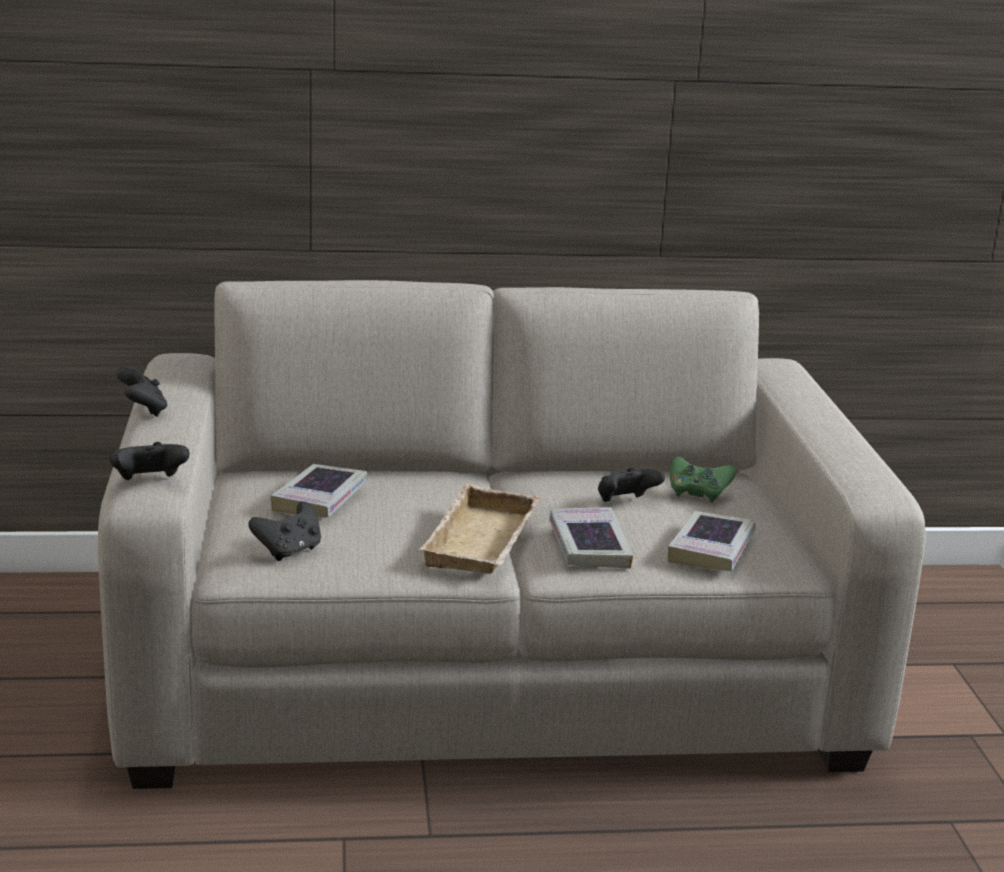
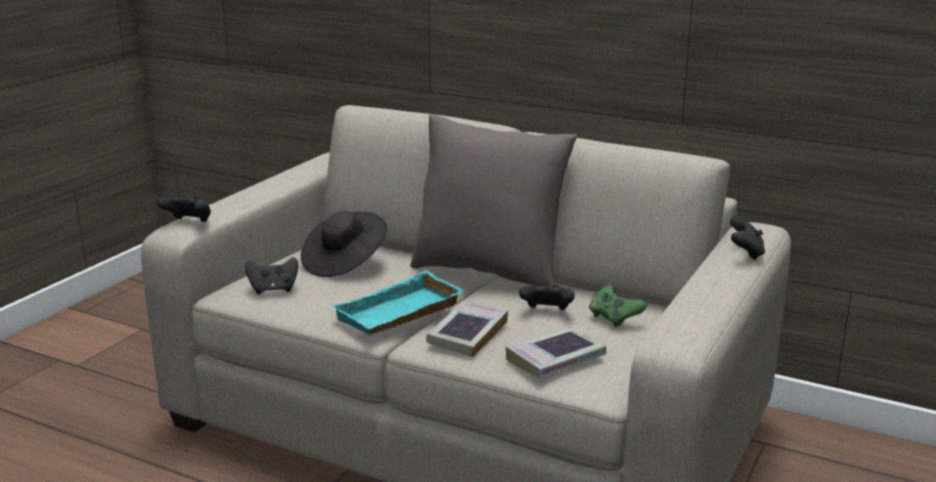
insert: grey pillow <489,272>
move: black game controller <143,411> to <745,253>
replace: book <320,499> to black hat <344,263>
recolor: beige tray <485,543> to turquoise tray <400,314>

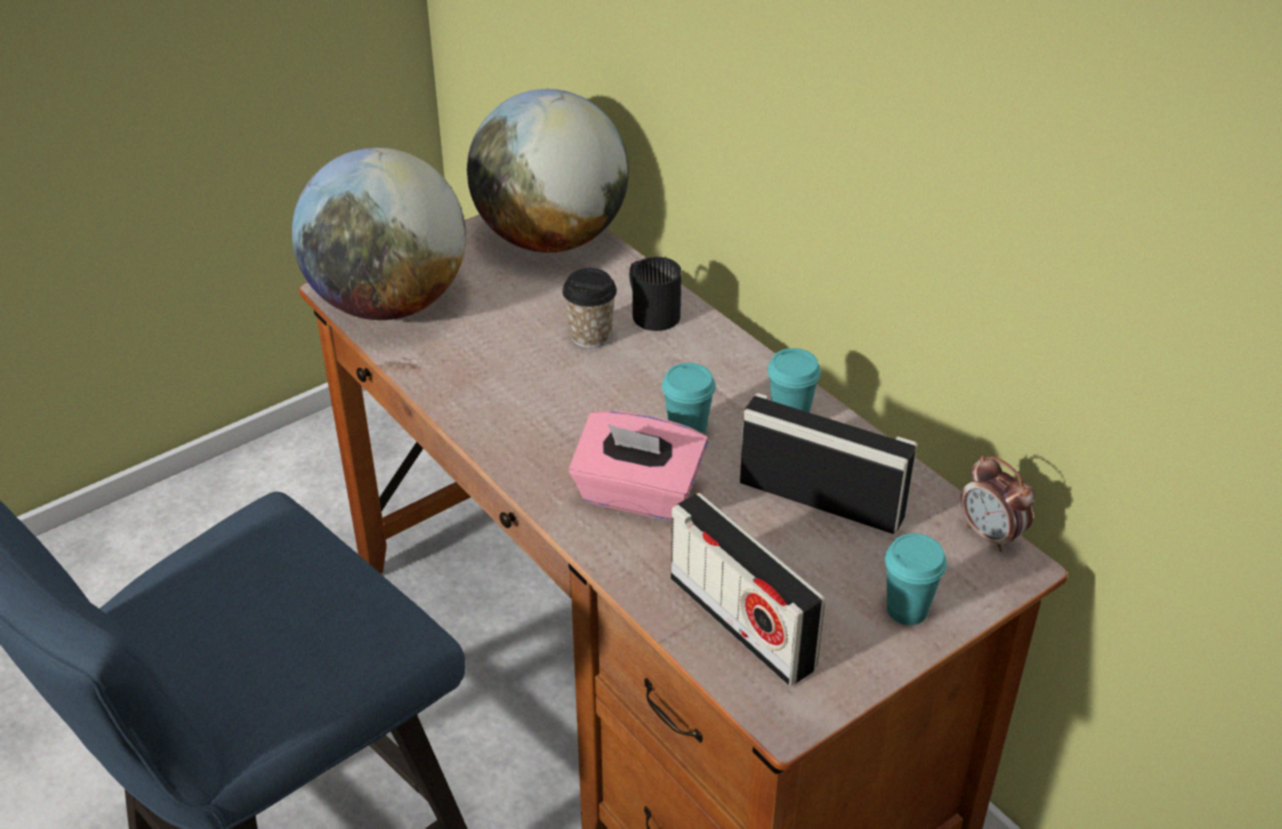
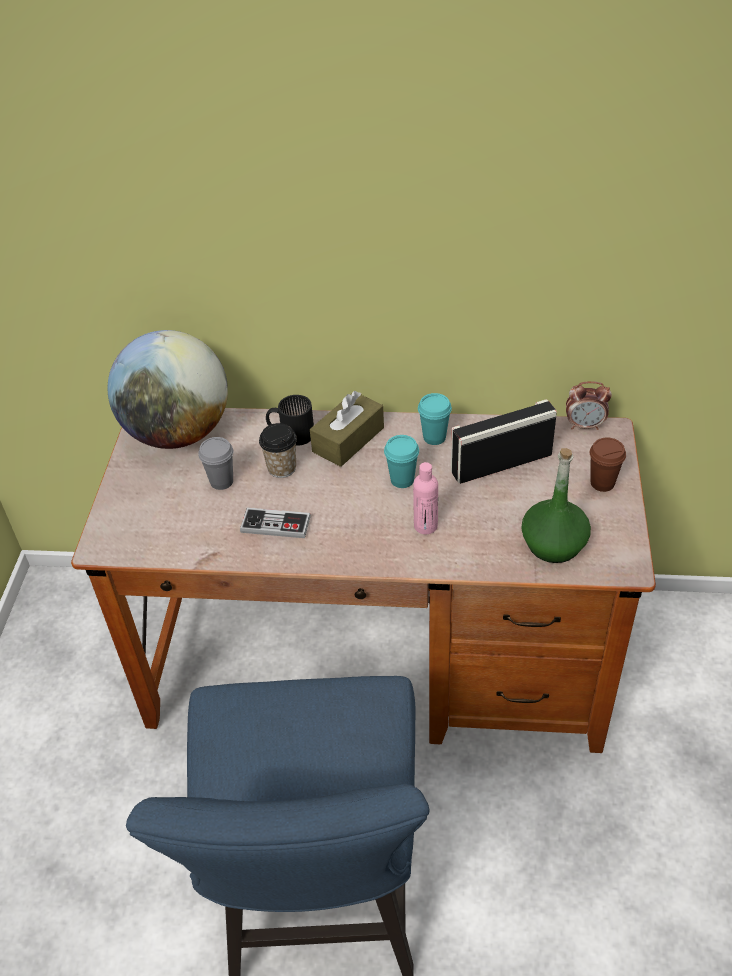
delete: globe <389,303>
insert: grey cup <221,481>; game controller <275,525>; brown tissue box <348,439>
replace: pink tissue box <638,495> to pink bottle <425,526>; radio <741,623> to green bottle <553,544>
recolor: turquoise cup <907,610> to brown cup <602,483>

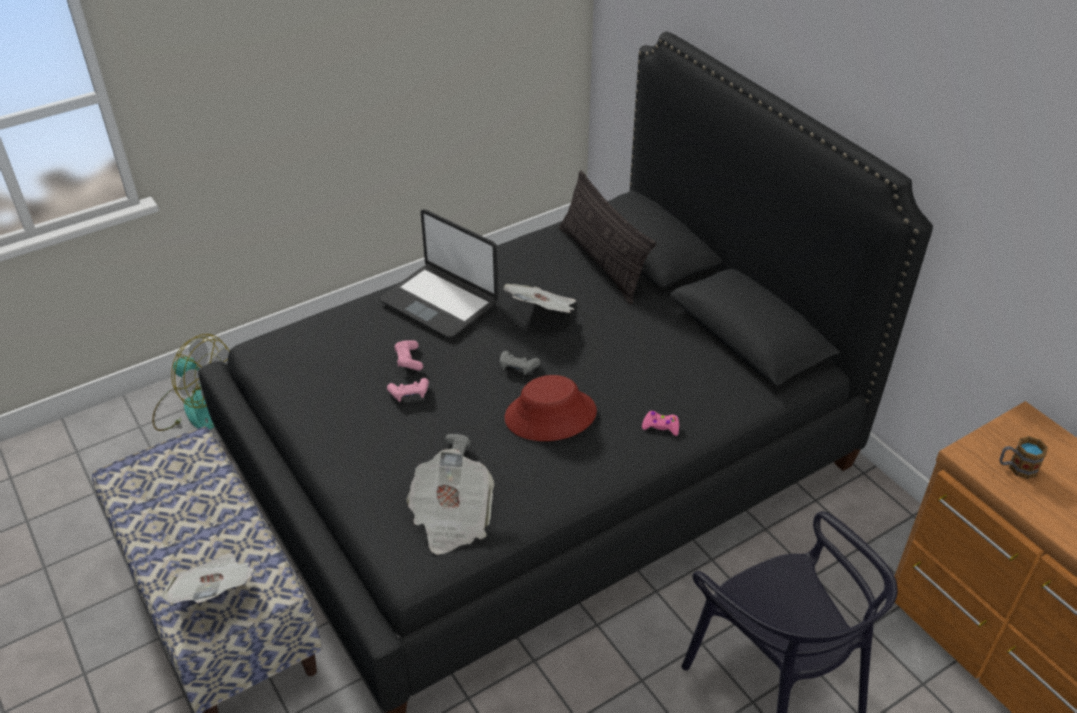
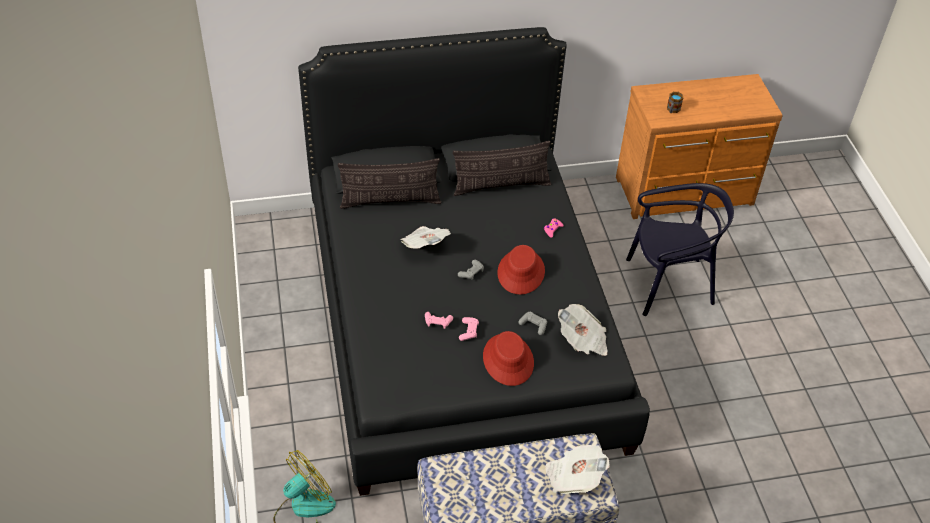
delete: laptop <440,301>
insert: pillow <501,186>; red hat <508,360>

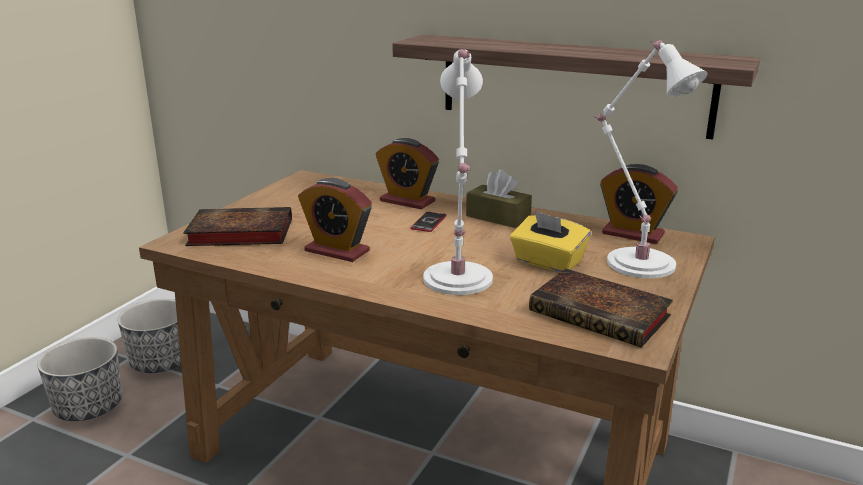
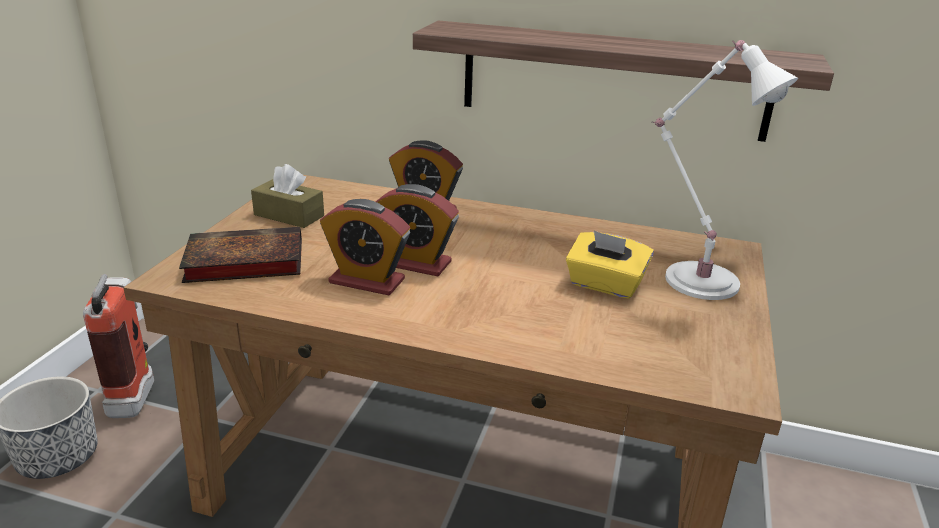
delete: phone <428,222>; white table lamp <457,282>; book <603,314>
move: brown tissue box <498,217> to <289,215>; alarm clock <633,234> to <415,263>
replace: planter <160,361> to fire extinguisher <135,393>

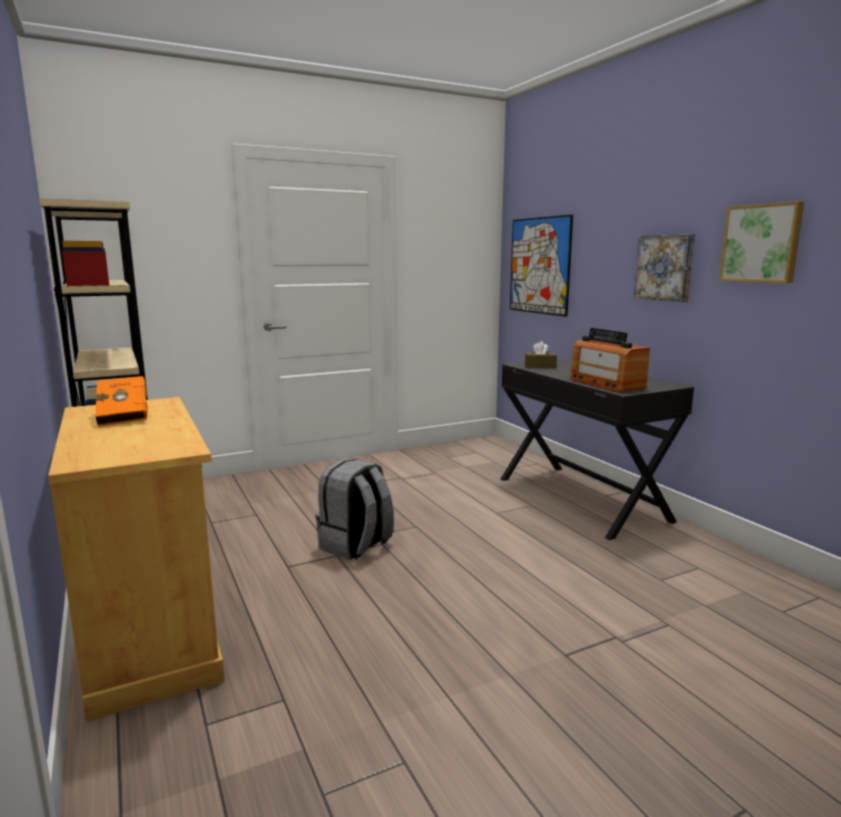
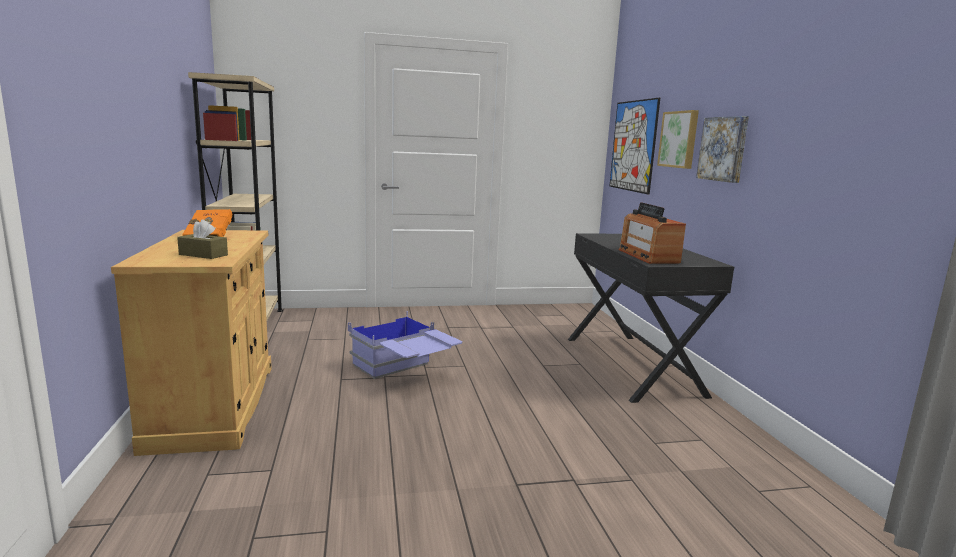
move: brown tissue box <540,366> to <203,255>; picture <761,243> to <679,139>
replace: grey backpack <356,546> to blue storage box <404,373>

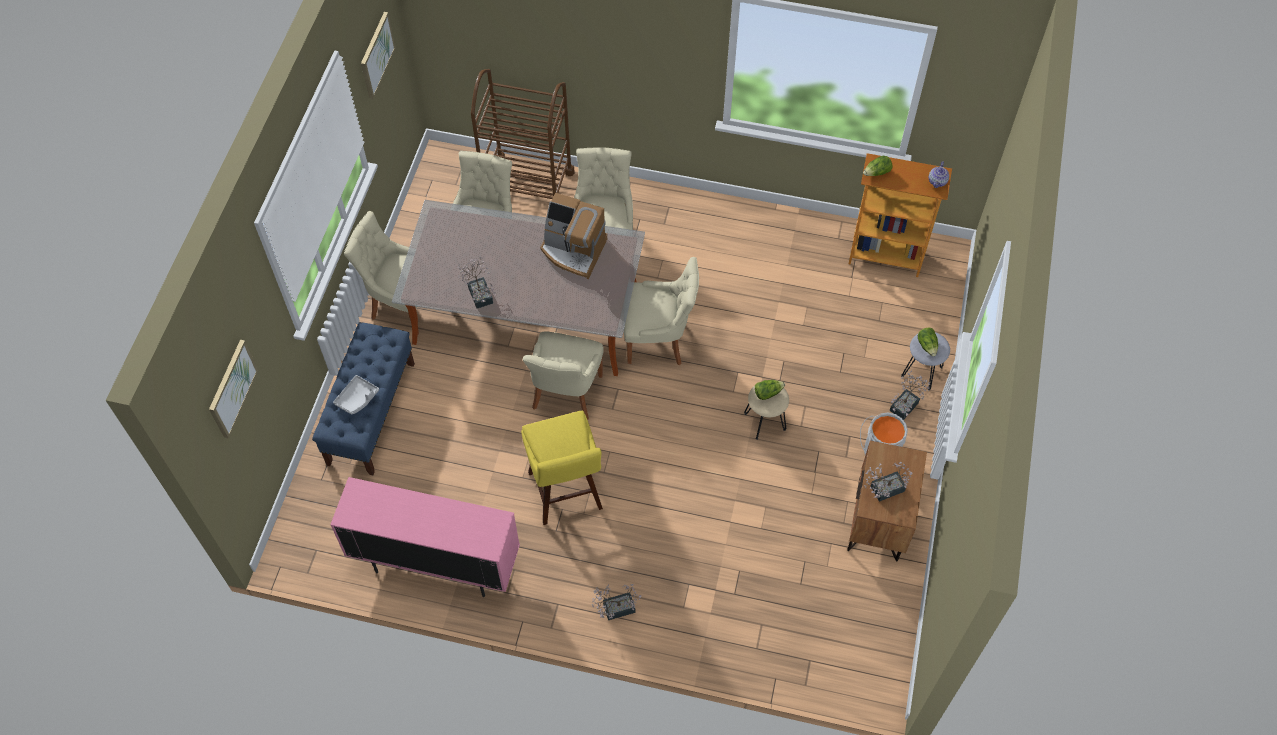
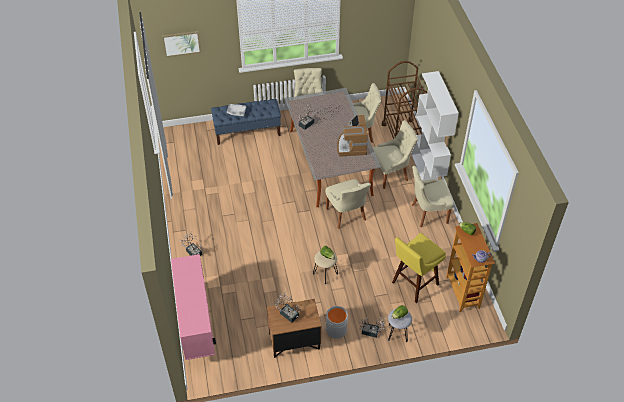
delete: picture <376,55>
insert: white bookcase <427,173>
move: pink cabinet <436,564> to <196,327>; yellow stool <566,494> to <413,285>; beige chair <565,394> to <428,213>

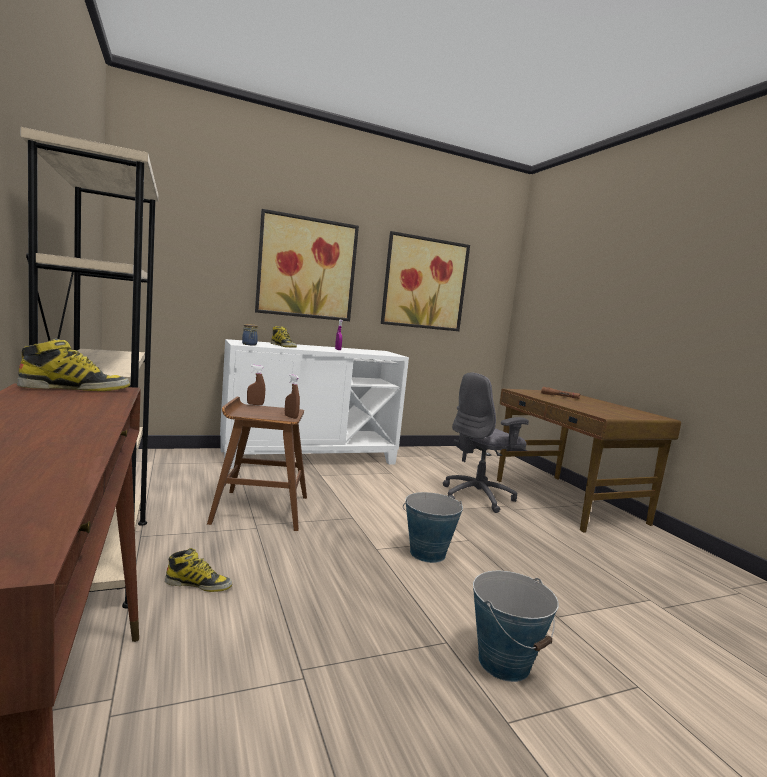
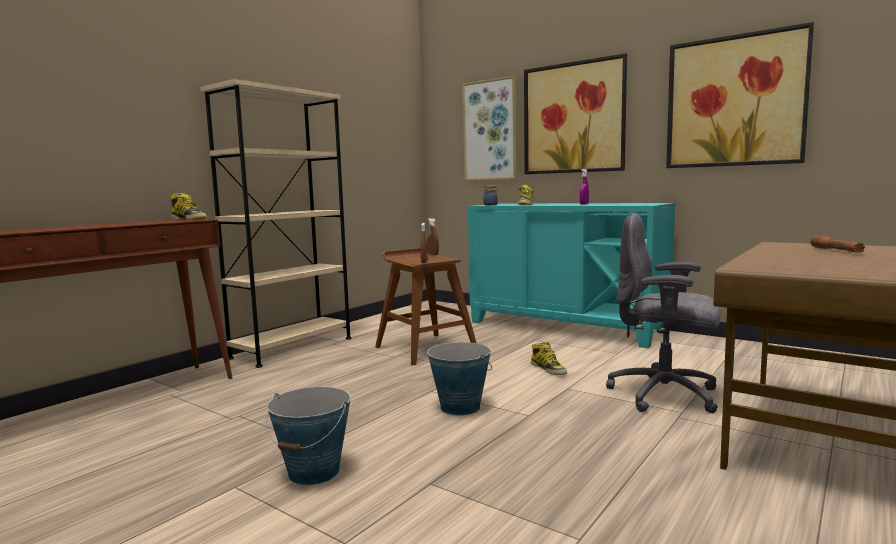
insert: picture <490,130>
move: boot <198,584> to <548,369>
recolor: white cabinet <309,457> to turquoise cabinet <565,327>

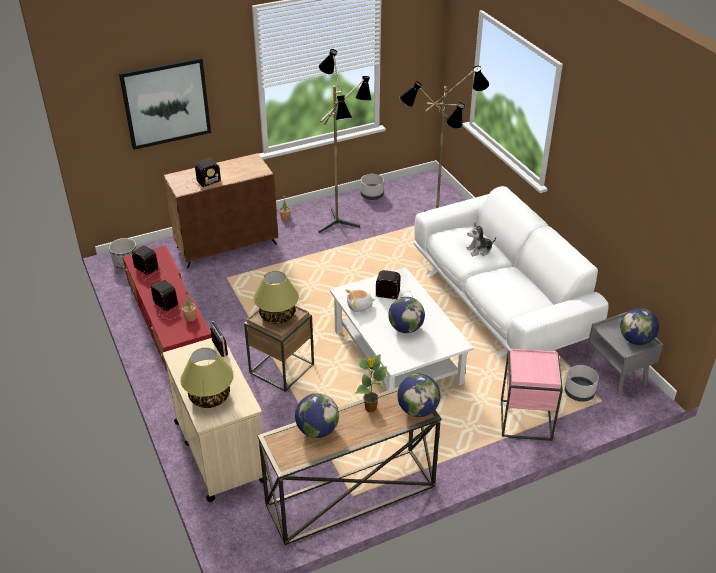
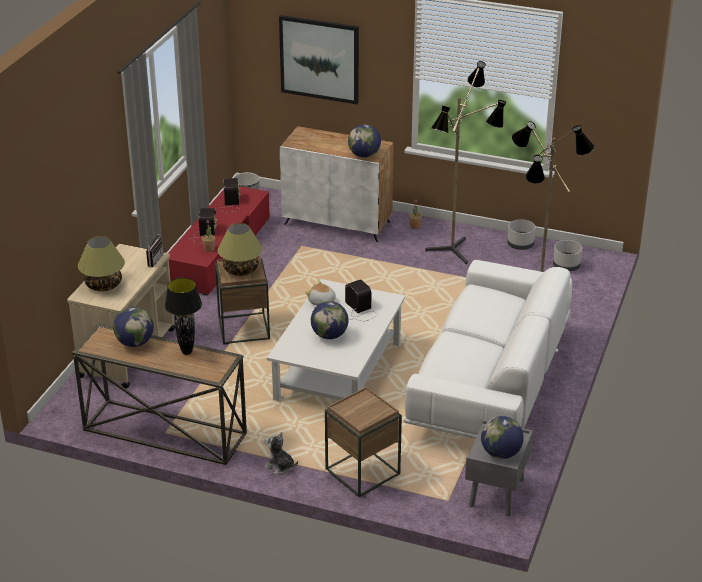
delete: radio <201,182>
move: globe <417,410> to <364,155>; plush toy <479,250> to <280,467>; grey planter <579,393> to <566,266>
replace: potted plant <370,408> to black table lamp <187,352>
recolor: brown cabinet <227,245> to white cabinet <338,223>; pink side table <526,420> to brown side table <362,472>

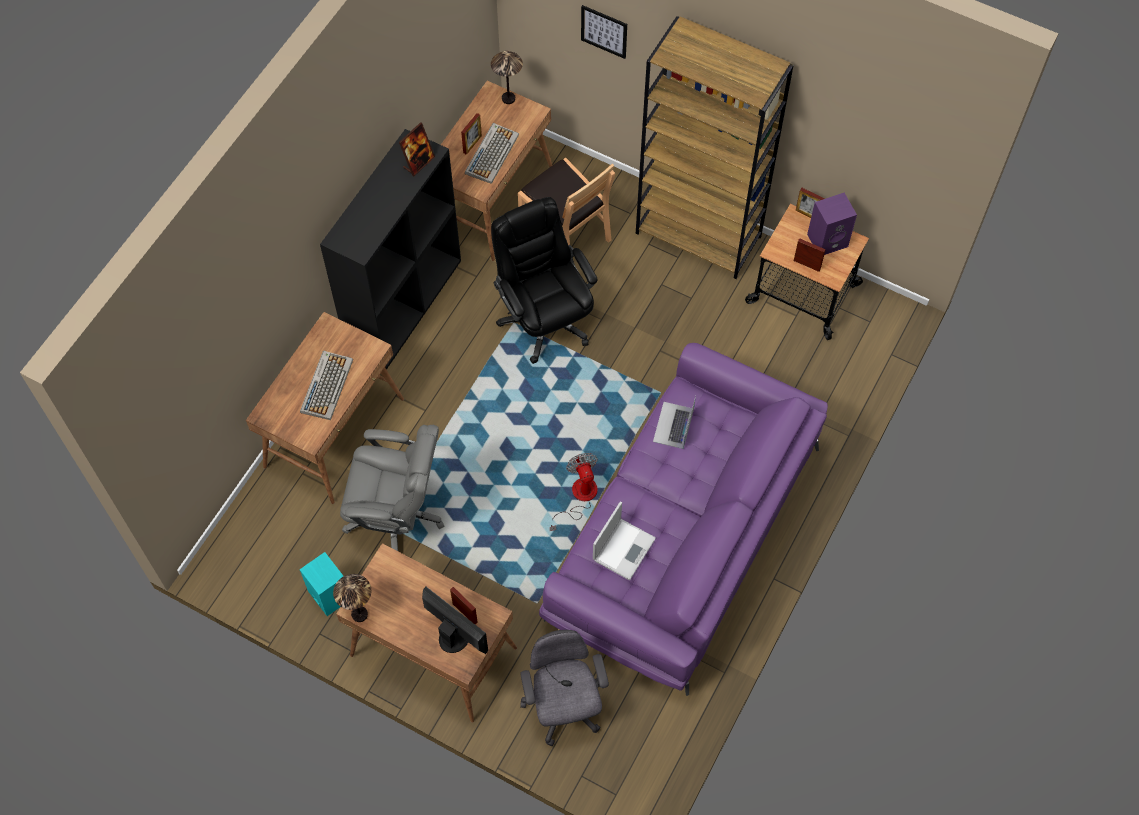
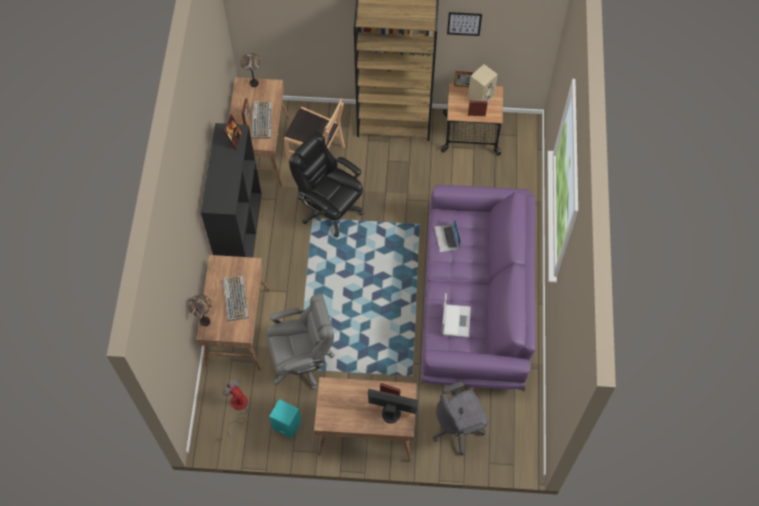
move: table lamp <360,615> to <205,321>; fan <579,497> to <237,408>; picture <604,31> to <464,23>
recolor: purple speaker <828,239> to beige speaker <481,95>
rotate: grey office chair <563,707> = <458,428> 75 degrees counterclockwise

